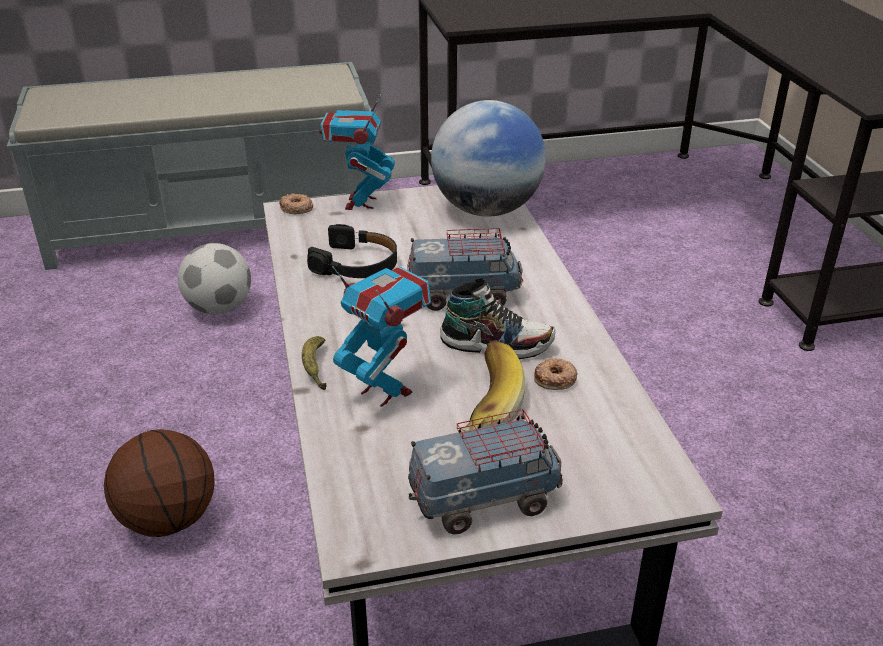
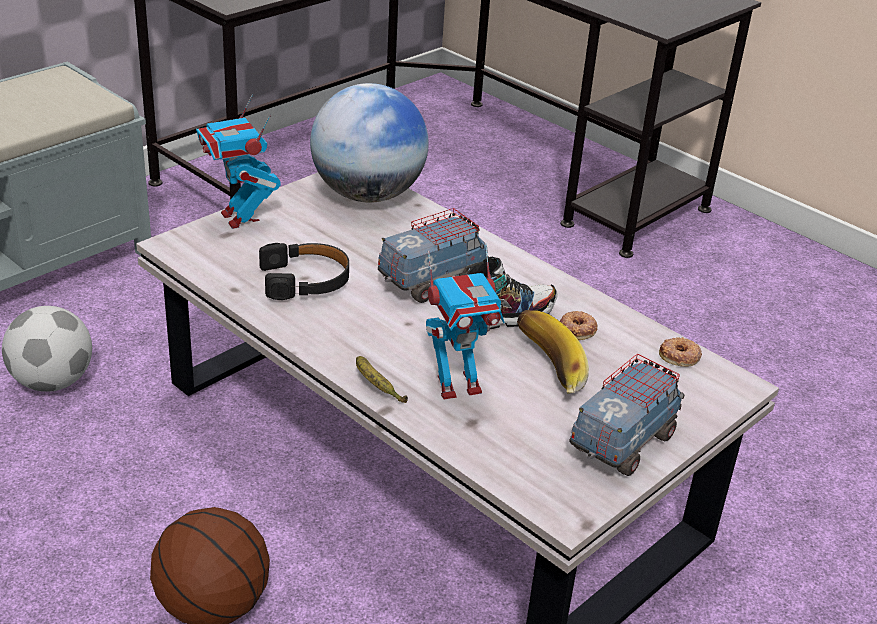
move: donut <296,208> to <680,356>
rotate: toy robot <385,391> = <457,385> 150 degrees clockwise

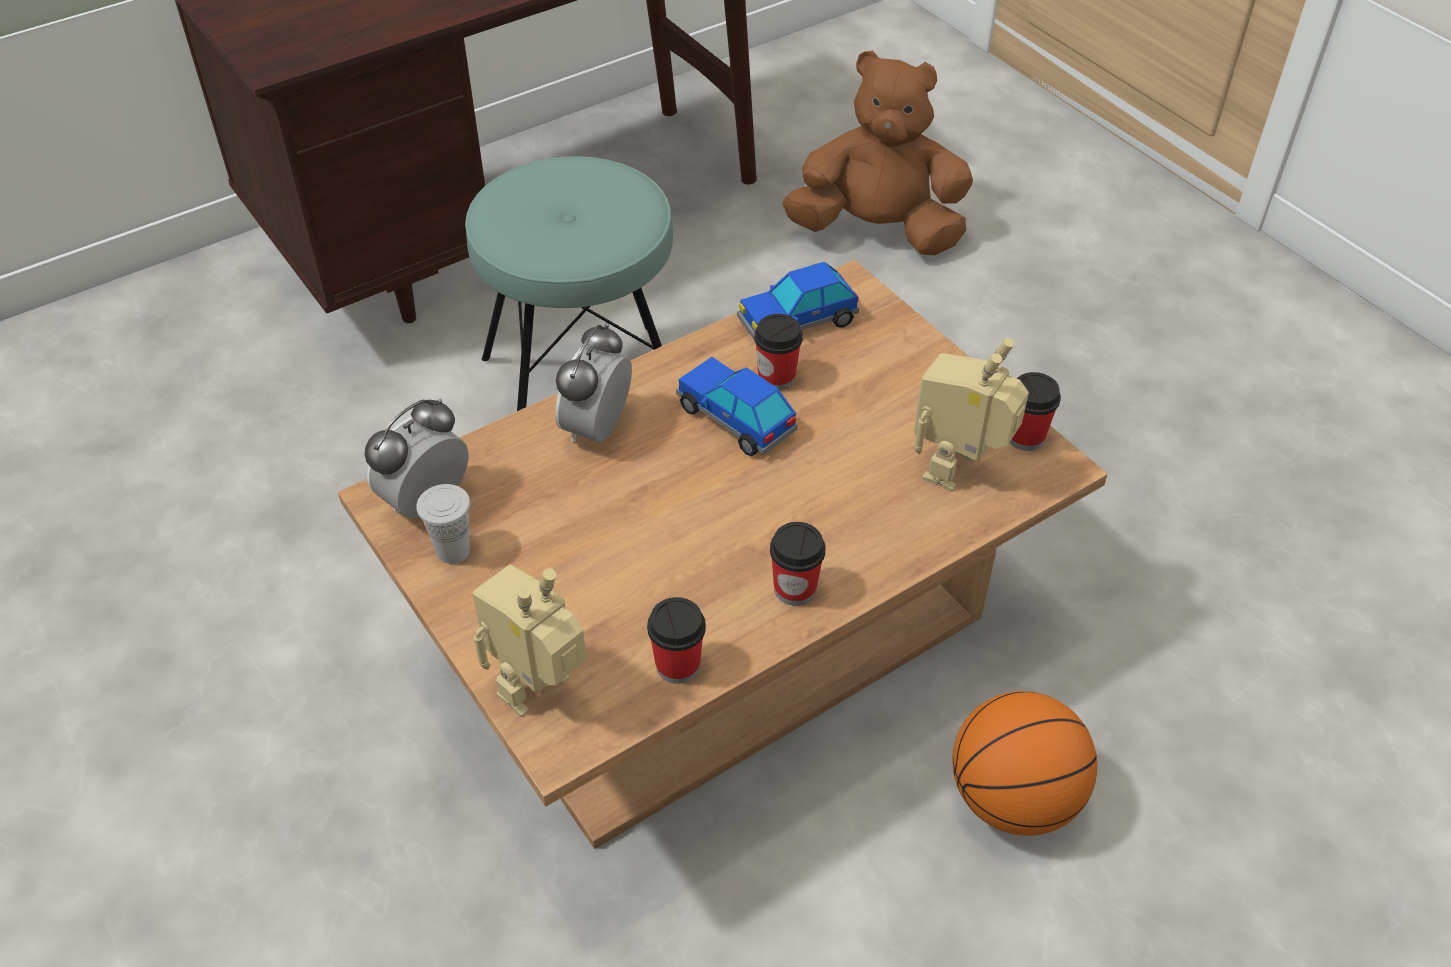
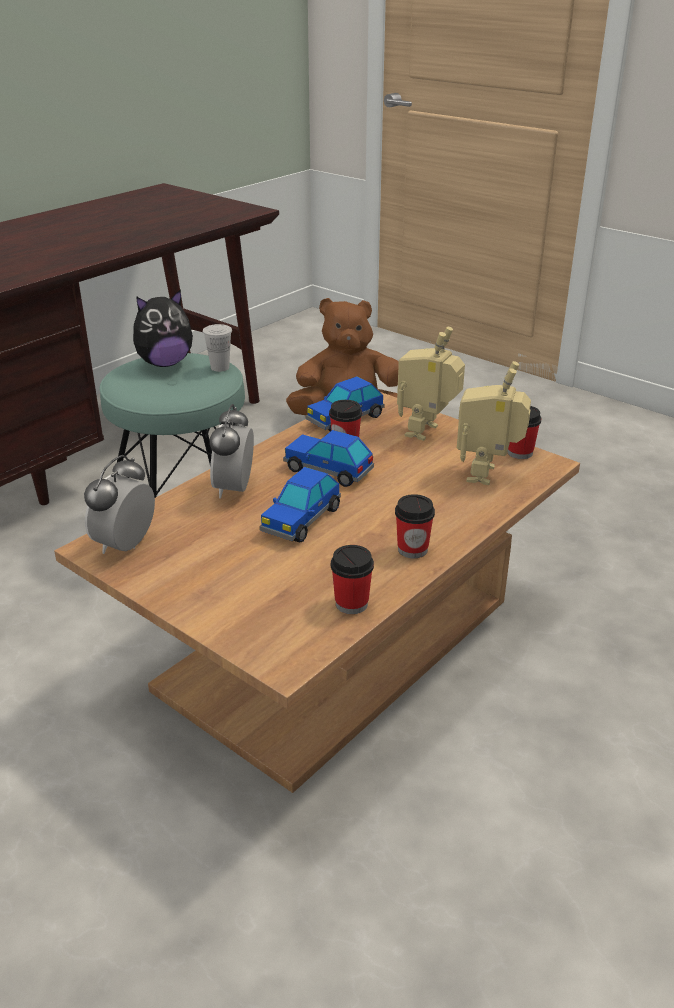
delete: basketball <1013,799>
insert: plush toy <165,363>; toy car <301,520>
move: white cup <453,551> to <220,367>; toy robot <541,694> to <427,432>

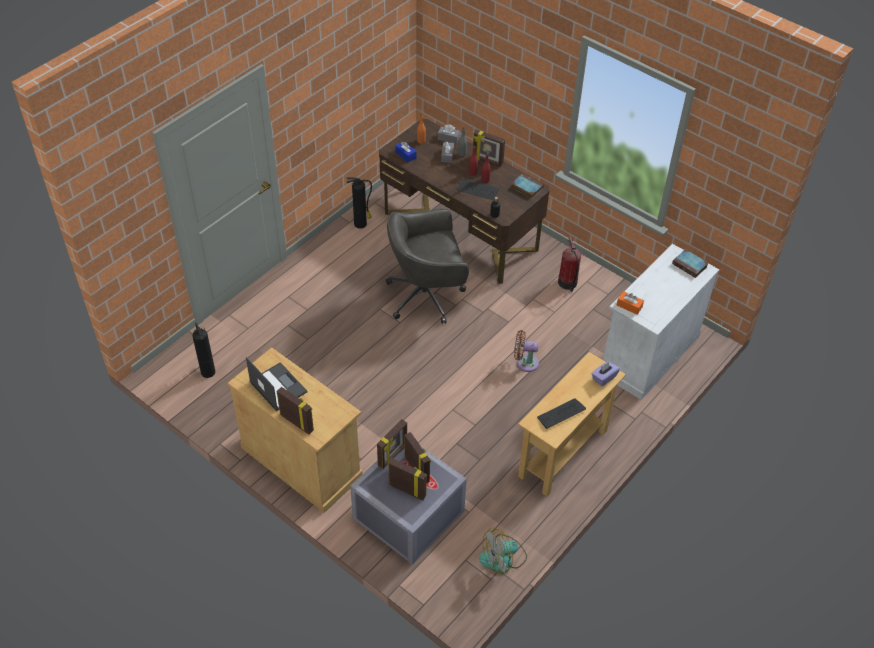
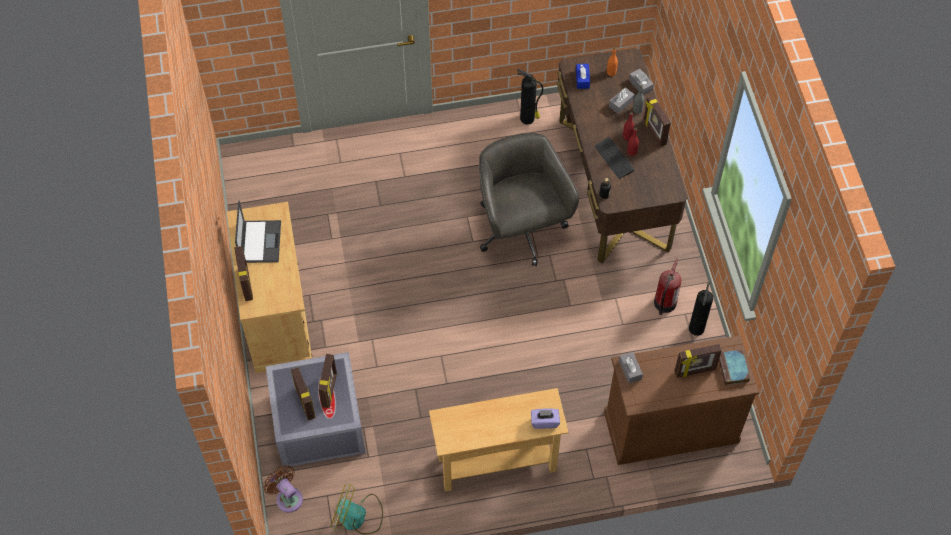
delete: book <526,187>; keyboard <561,414>
move: fire extinguisher <208,371> to <696,328>; picture frame <393,455> to <695,371>; brown fan <524,362> to <287,497>
recolor: white cabinet <648,354> to brown cabinet <671,426>; orange tissue box <629,306> to grey tissue box <630,370>
rotate: grey office chair <427,295> = <521,230> 45 degrees clockwise

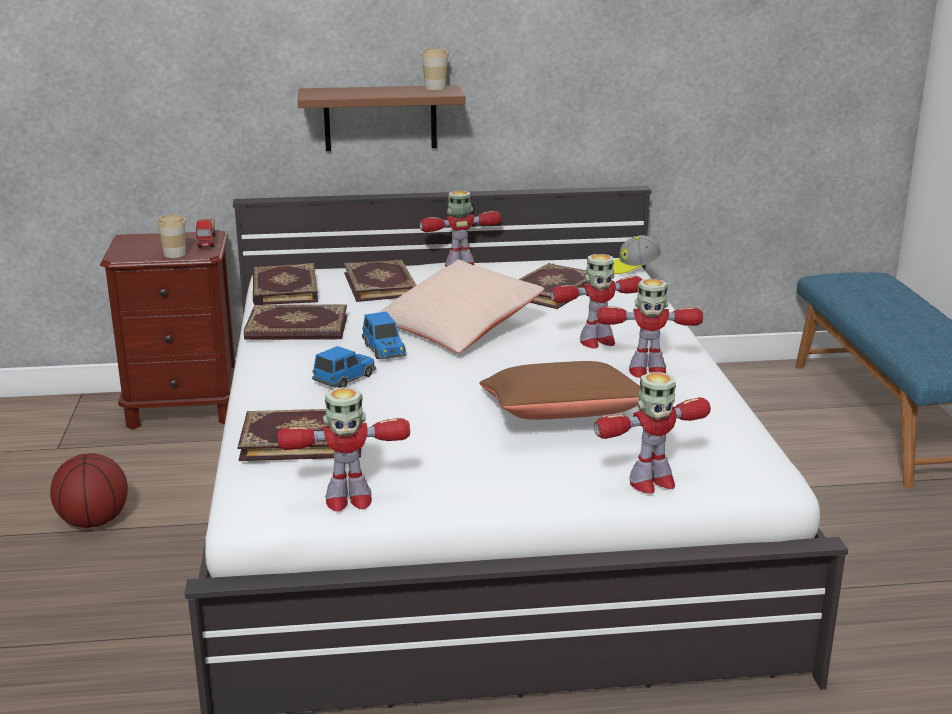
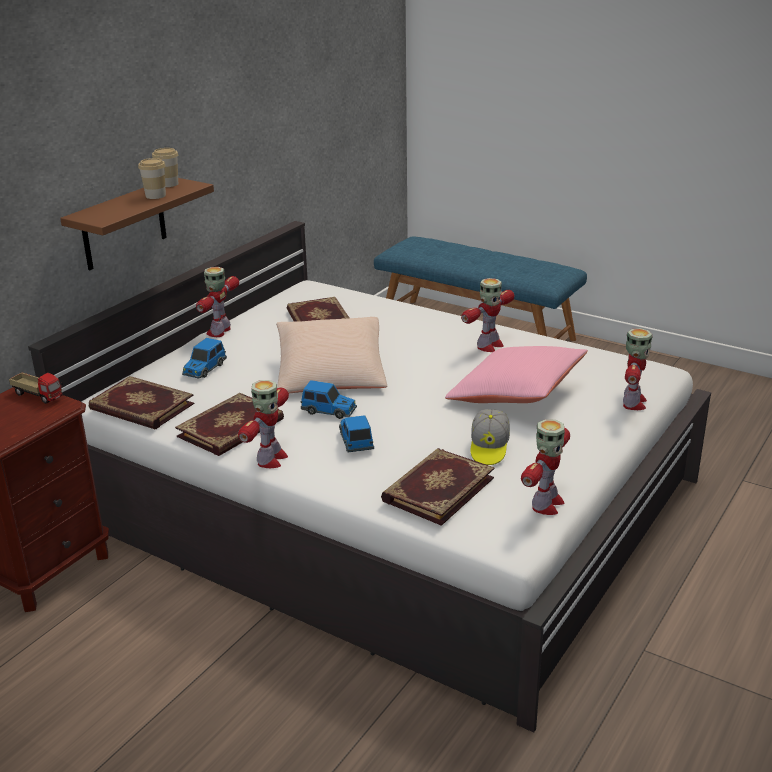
delete: basketball <94,521>
move: cup <175,254> to <155,195>; toy robot <596,342> to <271,459>; cap <633,268> to <489,448>
replace: book <382,284> to toy car <204,369>
recolor: brown pillow <562,417> to pink pillow <516,394>

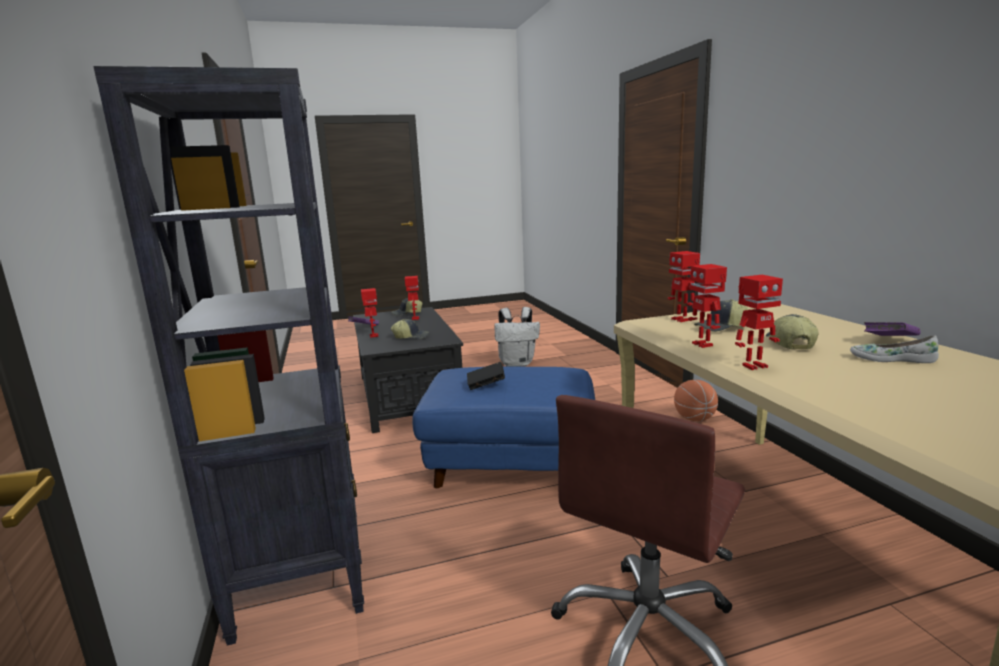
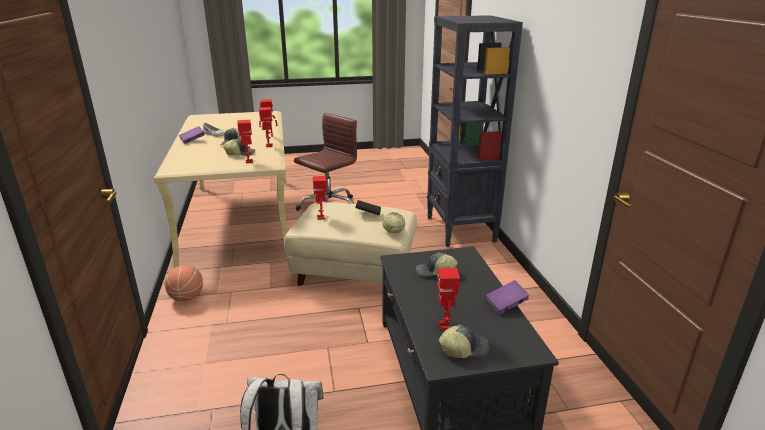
insert: cap <392,227>
move: toy robot <373,336> to <321,217>
recolor: blue ottoman <511,462> to beige ottoman <353,272>

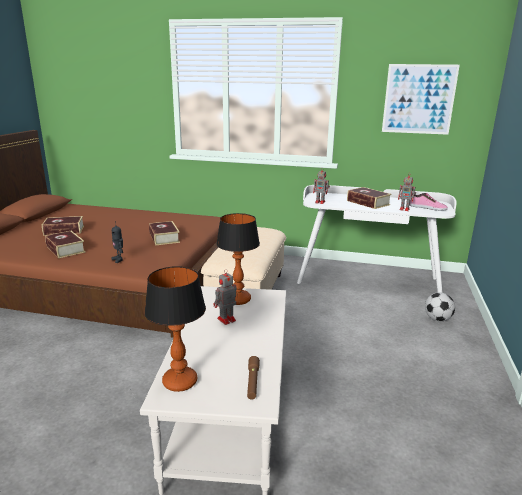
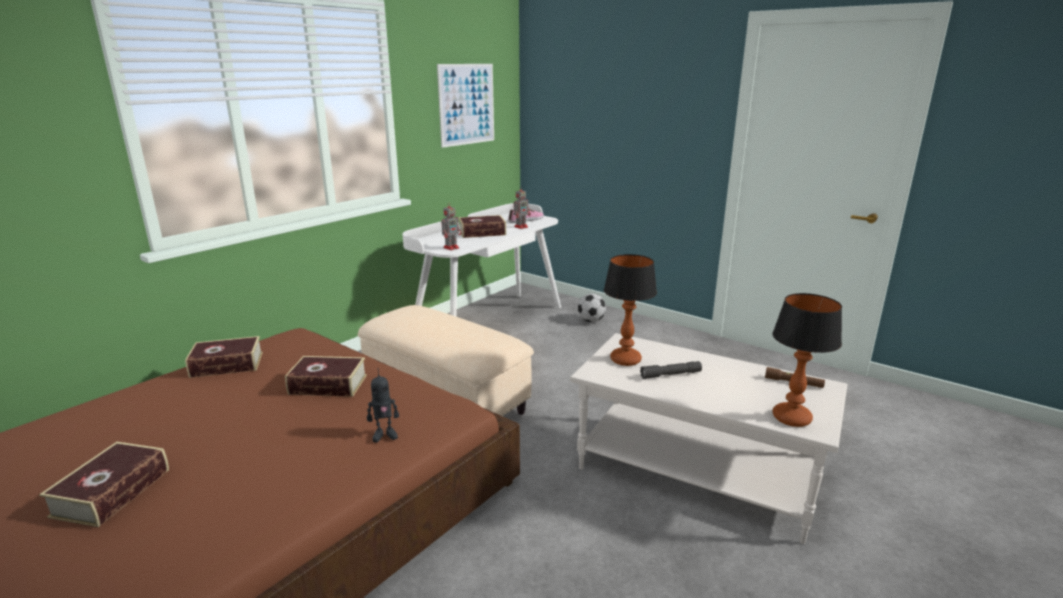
move: book <65,249> to <227,364>
replace: toy robot <225,320> to grey flashlight <670,375>

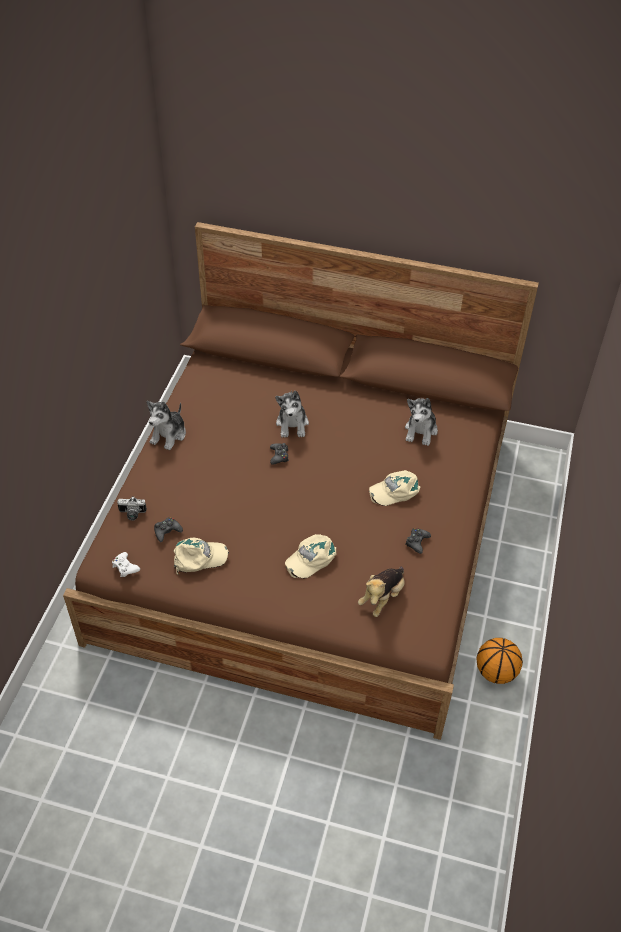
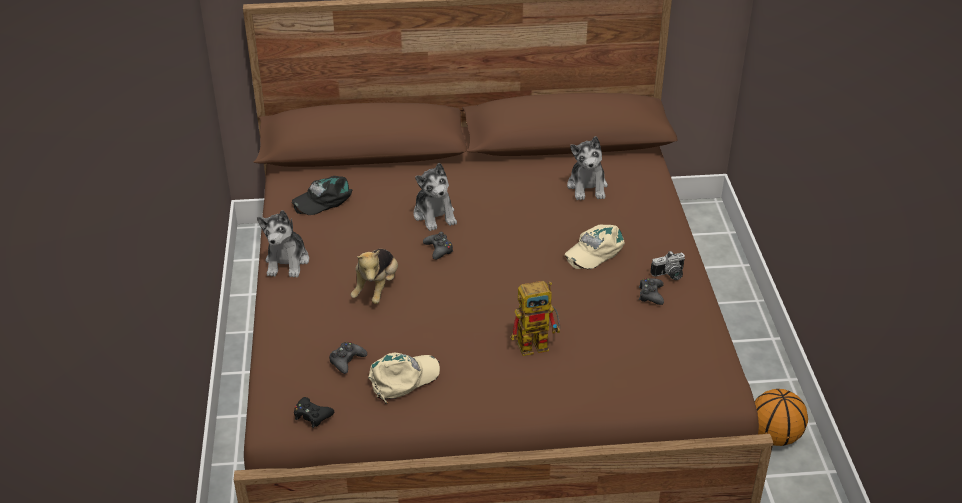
insert: black cap <323,199>
move: photo camera <132,514> to <669,275>; plush toy <382,597> to <377,288>
replace: beige cap <311,558> to toy robot <538,343>
recolor: white game controller <125,567> to black game controller <312,415>

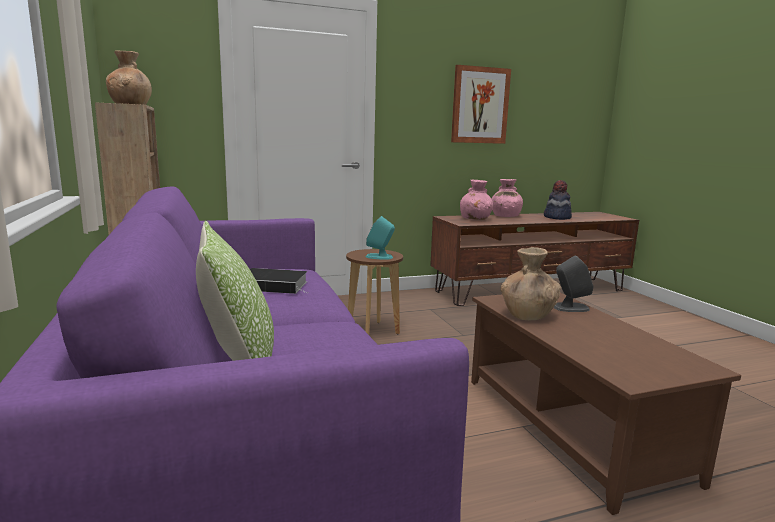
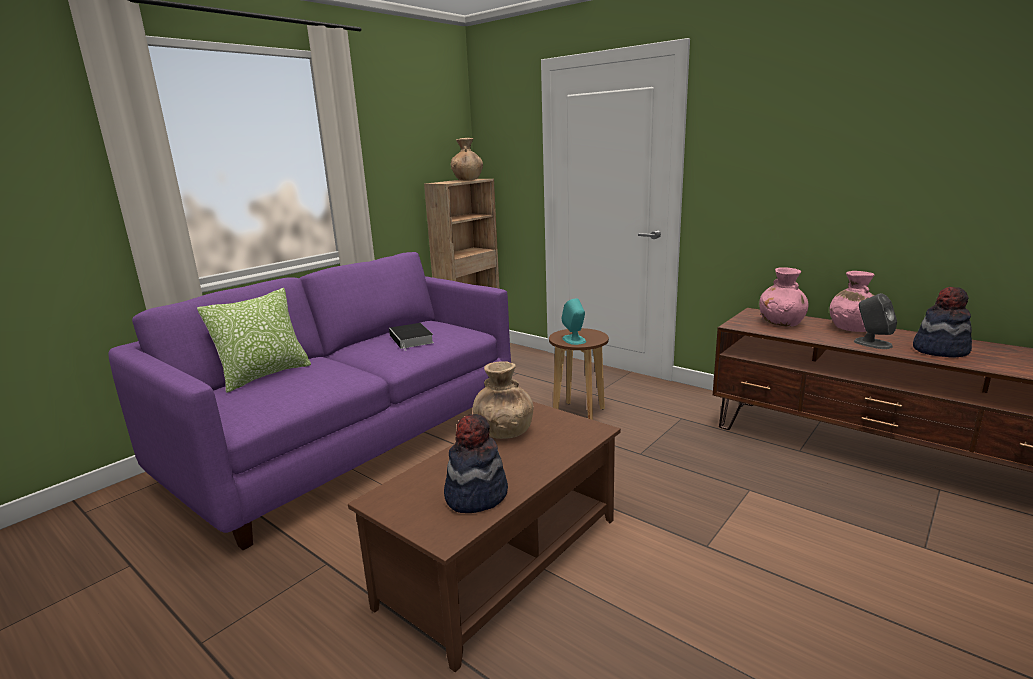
delete: picture <480,105>
insert: hat <475,495>
move: grey speaker <570,307> to <872,343>

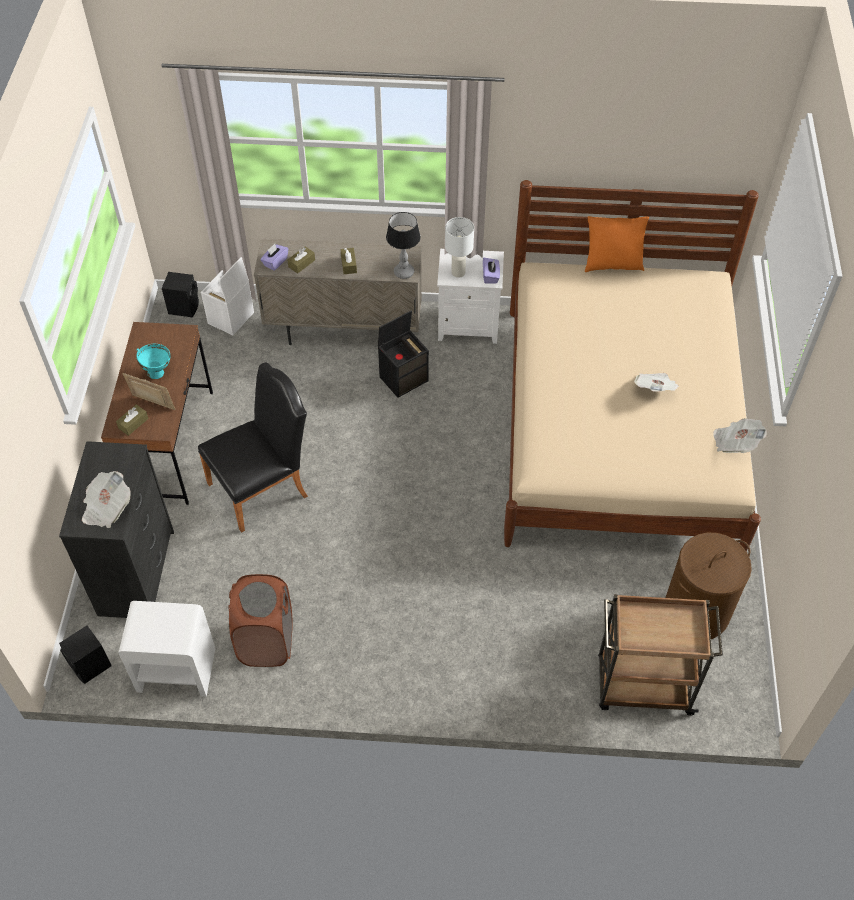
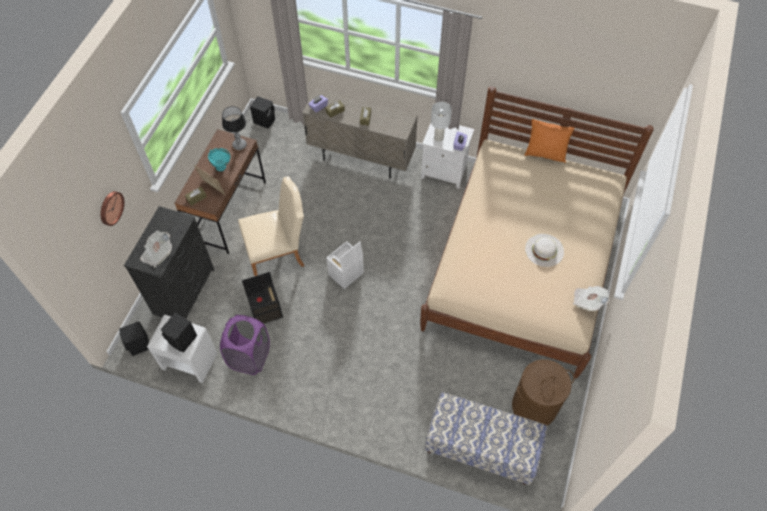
insert: wall clock <110,208>; black speaker <183,340>
move: white storage box <231,318> to <346,274>; black storage box <404,378> to <267,310>; table lamp <403,272> to <239,145>
replace: brown cart <642,686> to bench <481,448>; newspaper <654,389> to white hat <544,250>
recolor: black chair <263,486> to beige chair <278,253>; brown laundry basket <266,642> to purple laundry basket <250,357>

